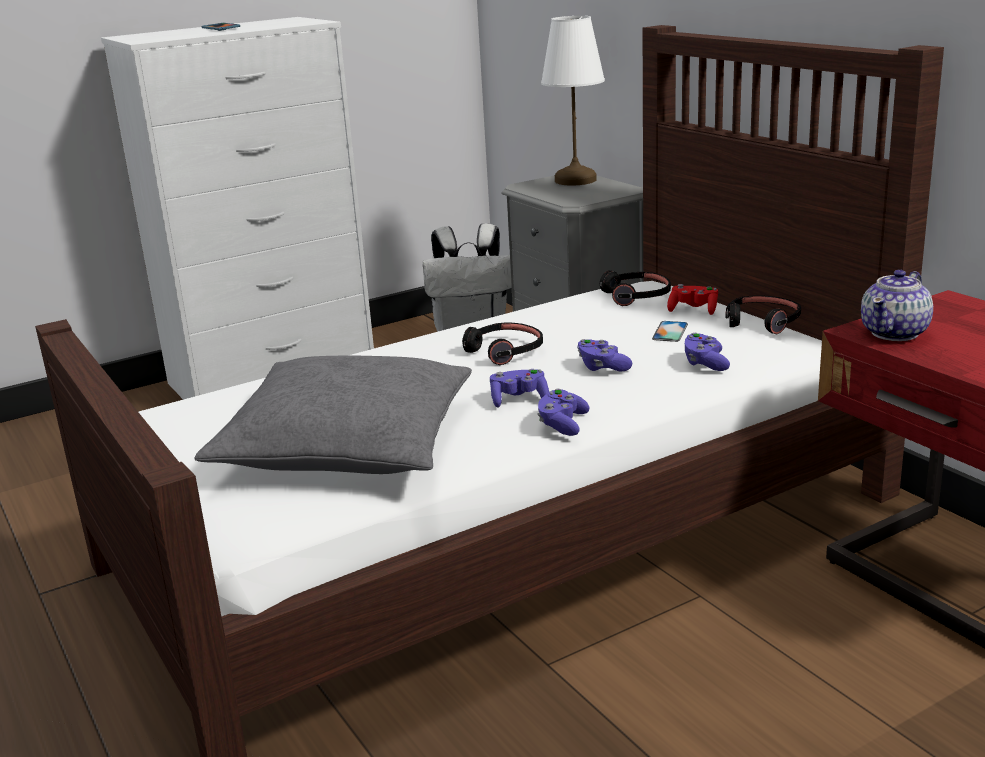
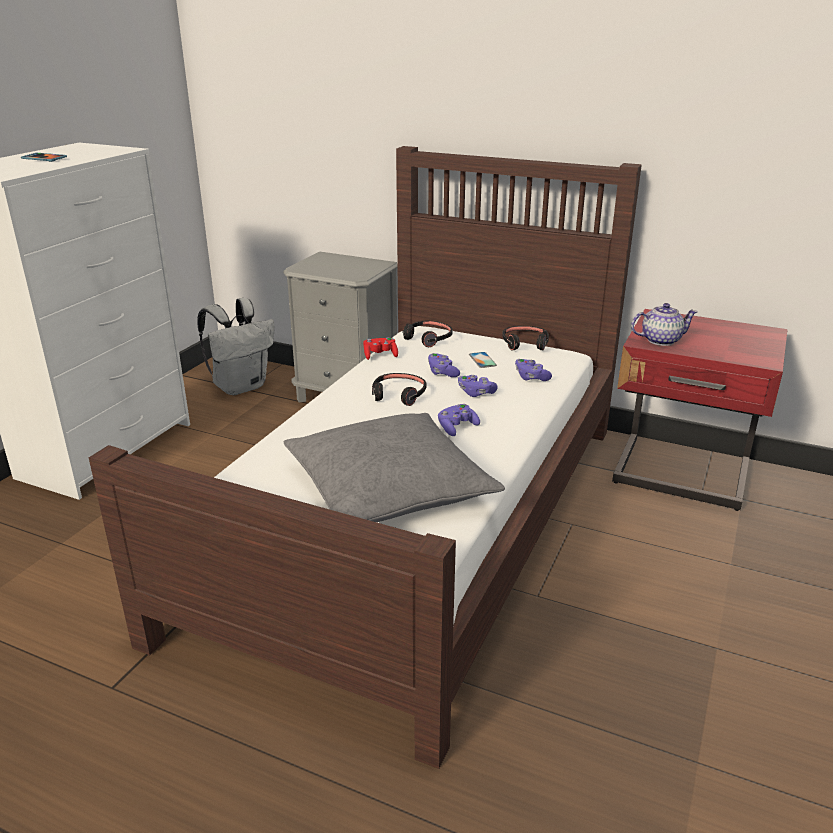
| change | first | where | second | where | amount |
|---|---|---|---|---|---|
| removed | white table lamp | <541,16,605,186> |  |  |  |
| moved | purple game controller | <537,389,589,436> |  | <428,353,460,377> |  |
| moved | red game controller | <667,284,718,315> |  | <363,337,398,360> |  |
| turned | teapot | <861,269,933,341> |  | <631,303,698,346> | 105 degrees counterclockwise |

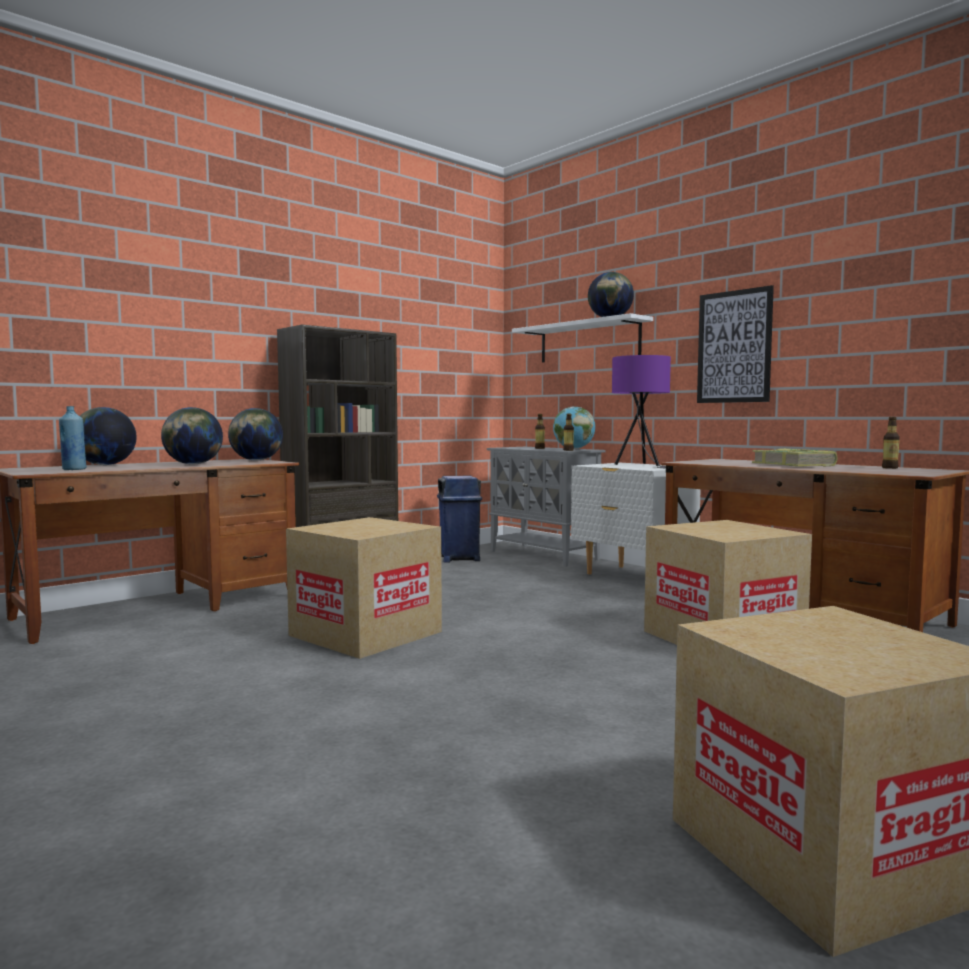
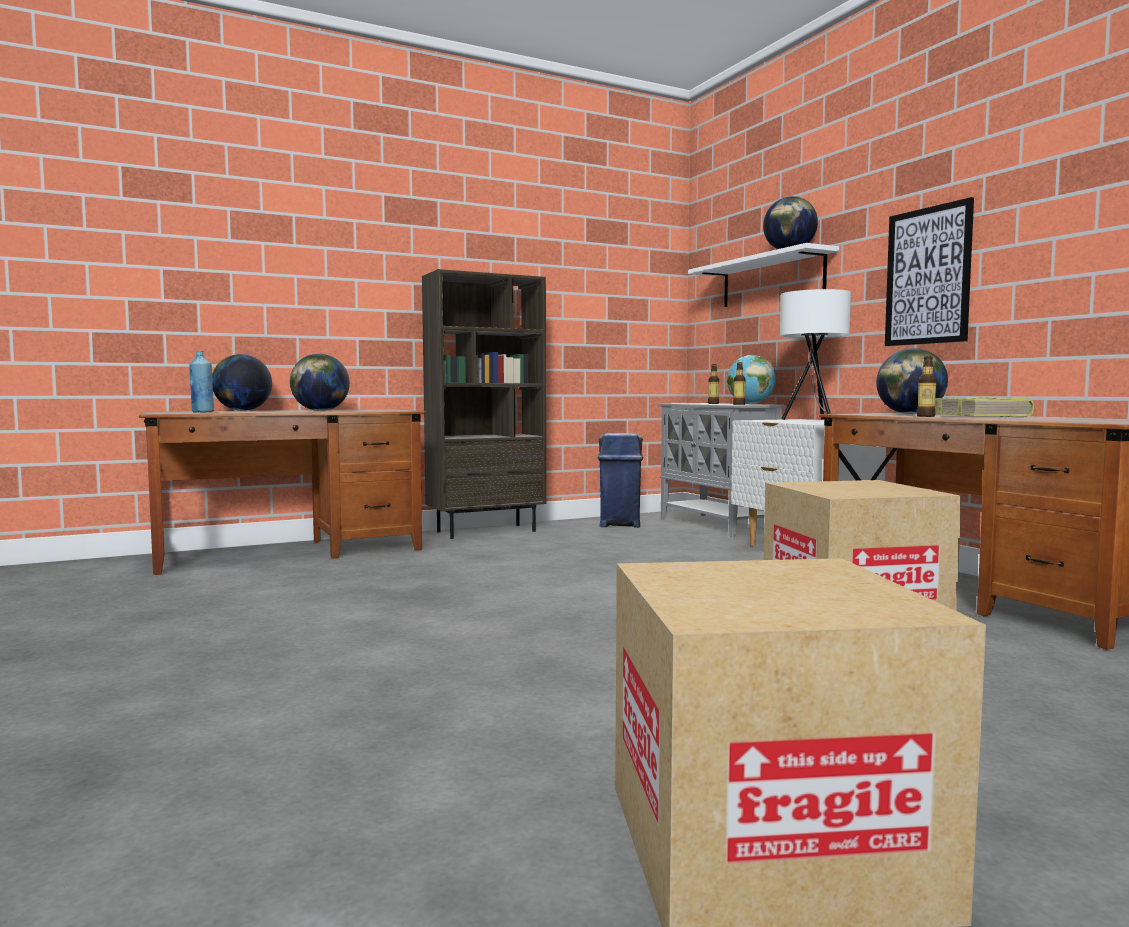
| change | first | where | second | where | amount |
|---|---|---|---|---|---|
| removed | cardboard box | <286,517,442,659> |  |  |  |
| moved | globe | <228,408,283,460> |  | <876,348,948,414> |  |
| moved | bottle | <882,417,900,469> |  | <917,356,936,417> |  |
| recoloured | purple table lamp | <612,355,671,468> | white table lamp | <780,289,851,420> |  |

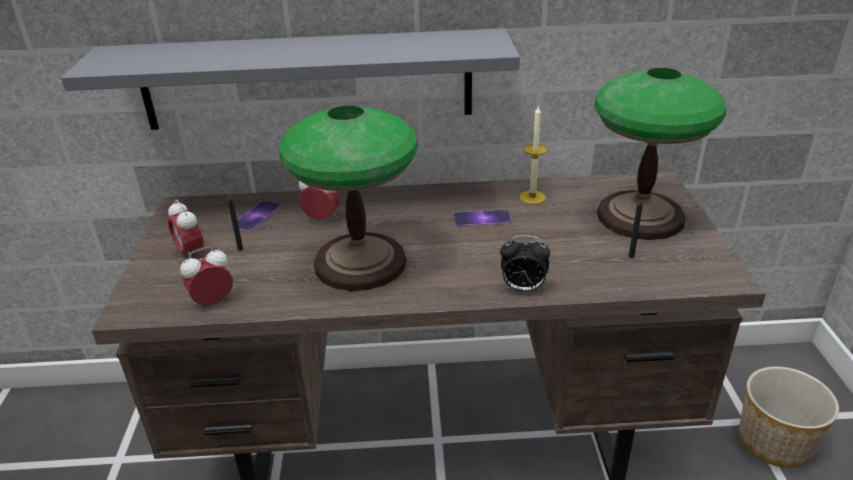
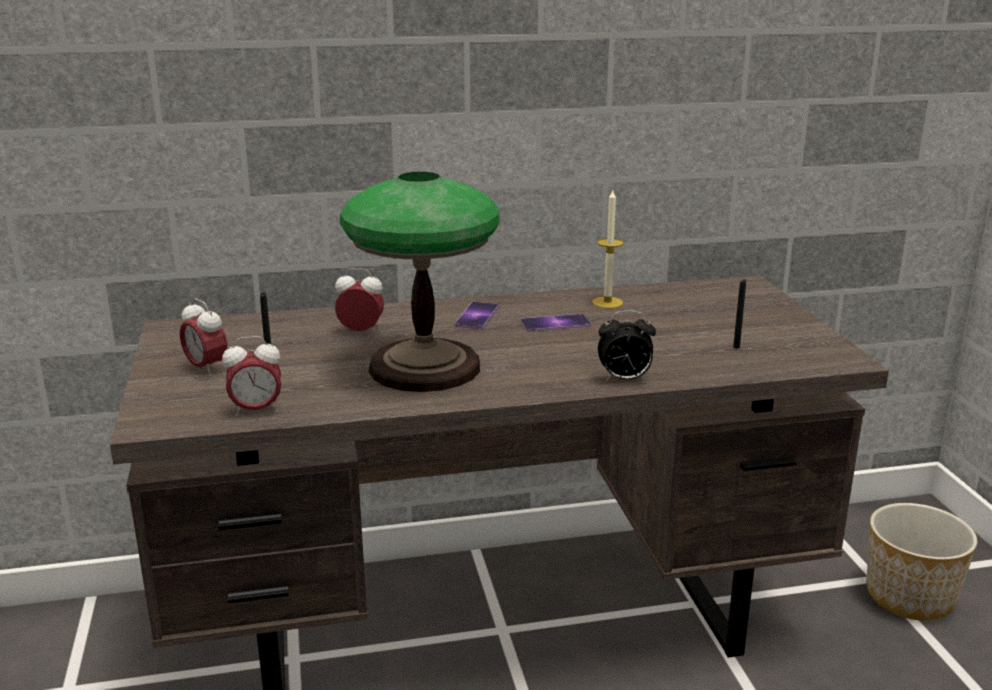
| change | first | where | second | where | amount |
|---|---|---|---|---|---|
| removed | grey shelf | <61,28,520,130> |  |  |  |
| removed | table lamp | <594,68,727,240> |  |  |  |
| moved | phone | <231,200,281,232> |  | <455,302,499,329> |  |
| turned | alarm clock | <180,247,233,305> |  | <222,336,281,416> | 150 degrees counterclockwise |

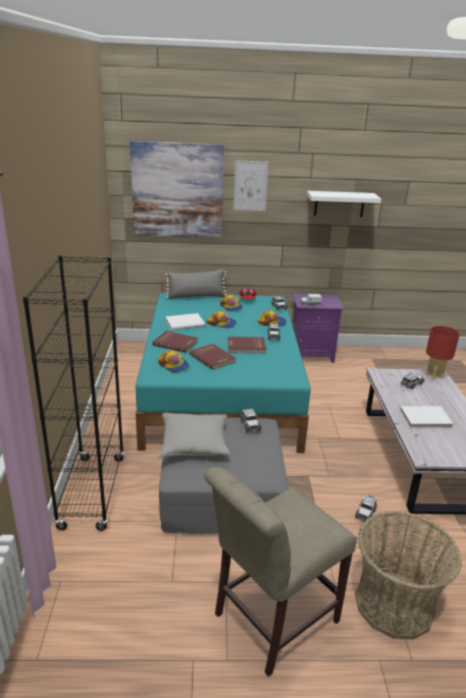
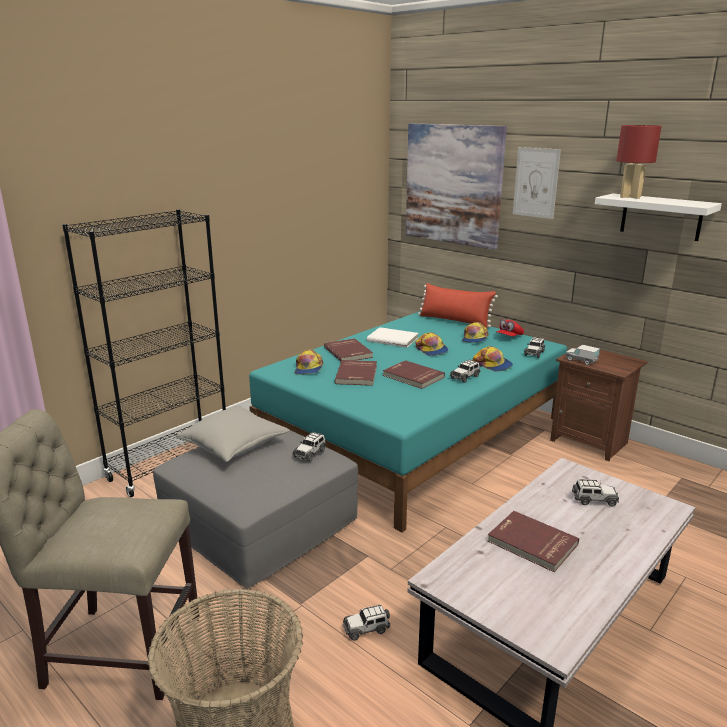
| change | first | where | second | where | amount |
|---|---|---|---|---|---|
| moved | red table lamp | <426,326,460,380> |  | <617,125,662,199> |  |
| recoloured | grey pillow | <165,269,227,299> | red pillow | <418,283,498,328> |  |
| recoloured | purple nightstand | <293,294,344,363> | brown nightstand | <550,345,647,462> |  |
| recoloured | white book | <400,406,453,428> | red book | <488,511,579,572> |  |

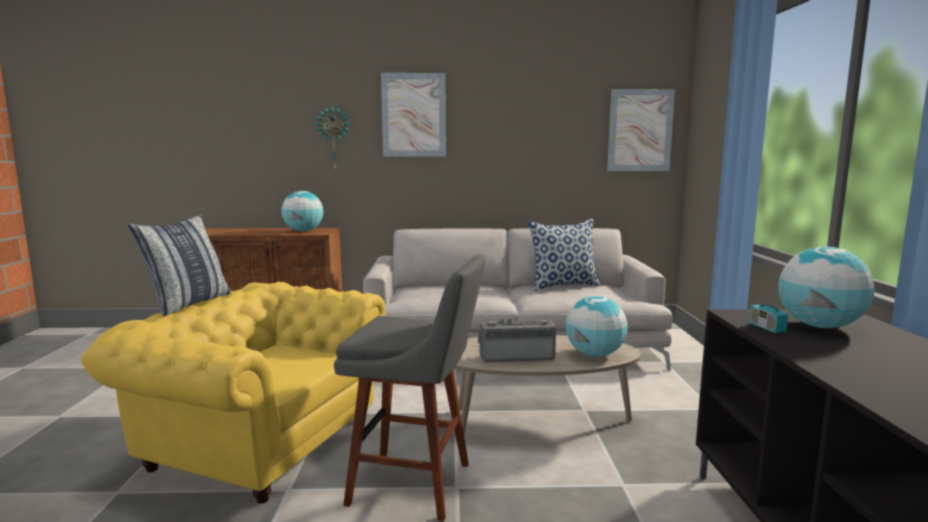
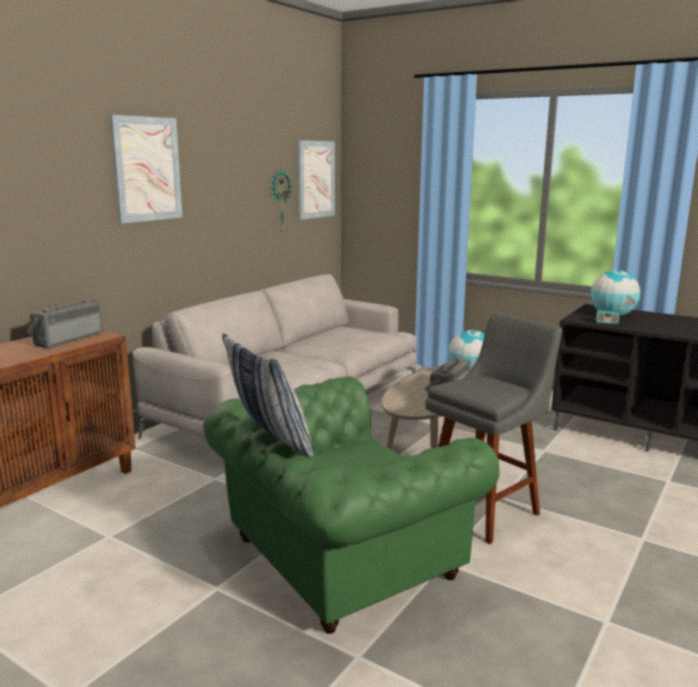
| change | first | where | second | where | amount |
|---|---|---|---|---|---|
| removed | pillow | <528,219,601,291> |  |  |  |
| moved | wall clock | <316,105,350,171> |  | <270,168,293,234> |  |
| replaced | globe | <282,191,323,231> | radio | <26,299,102,348> |  |
| recoloured | yellow armchair | <81,282,385,504> | green armchair | <203,376,500,634> |  |

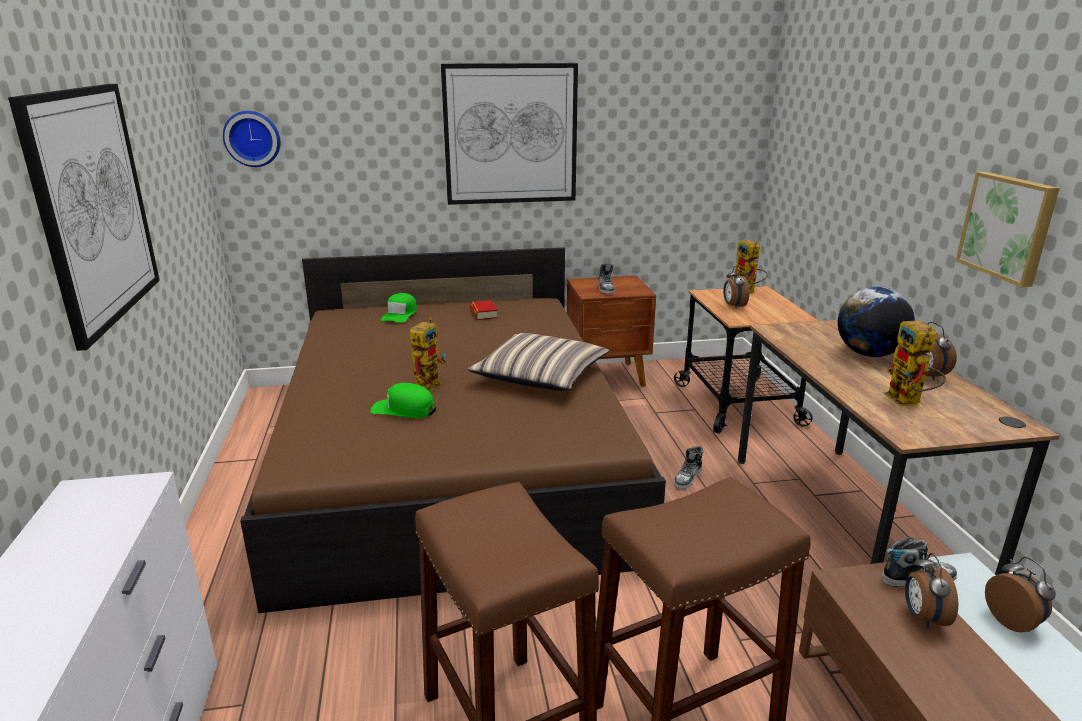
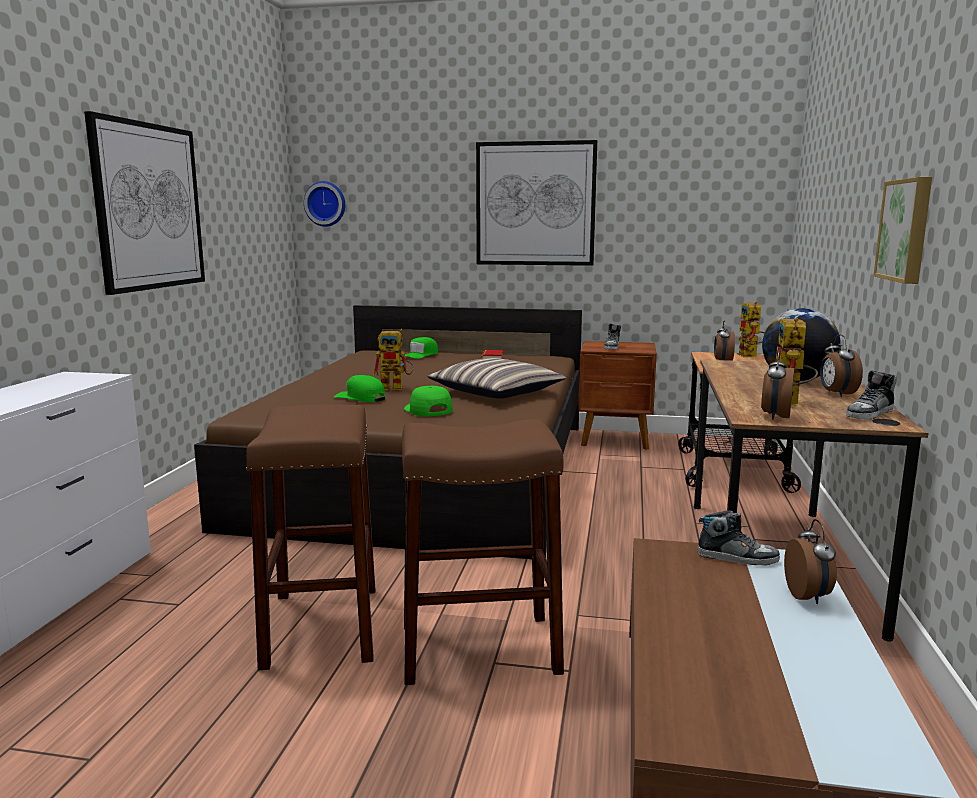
| change | first | where | second | where | amount |
|---|---|---|---|---|---|
| added |  |  | green cap | <404,386,452,417> |  |
| moved | shoe | <674,446,703,489> |  | <846,370,897,420> |  |
| moved | alarm clock | <905,553,958,629> |  | <761,350,794,420> |  |
| turned | toy robot | <410,318,446,392> |  | <373,329,414,391> | 45 degrees clockwise |

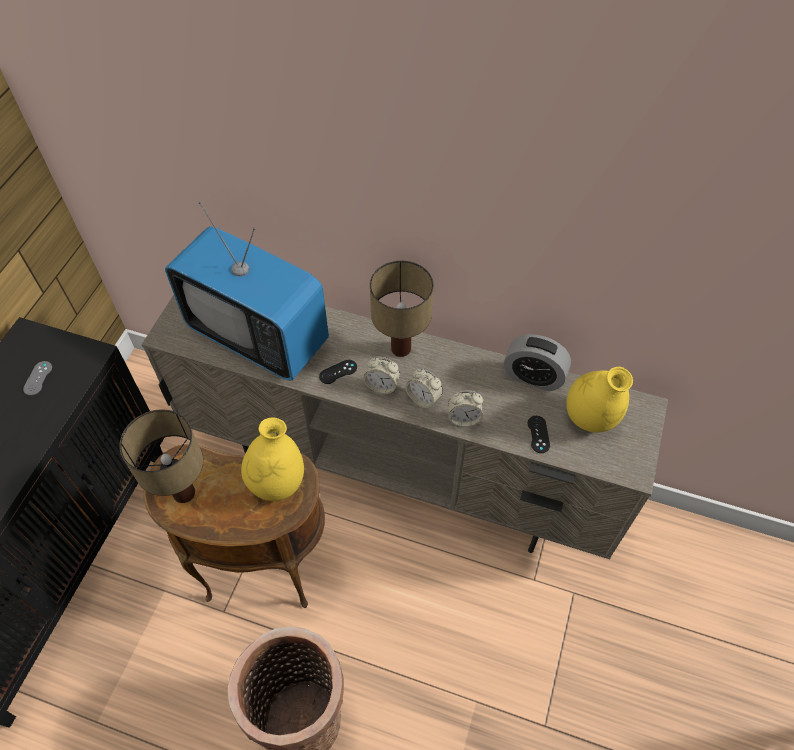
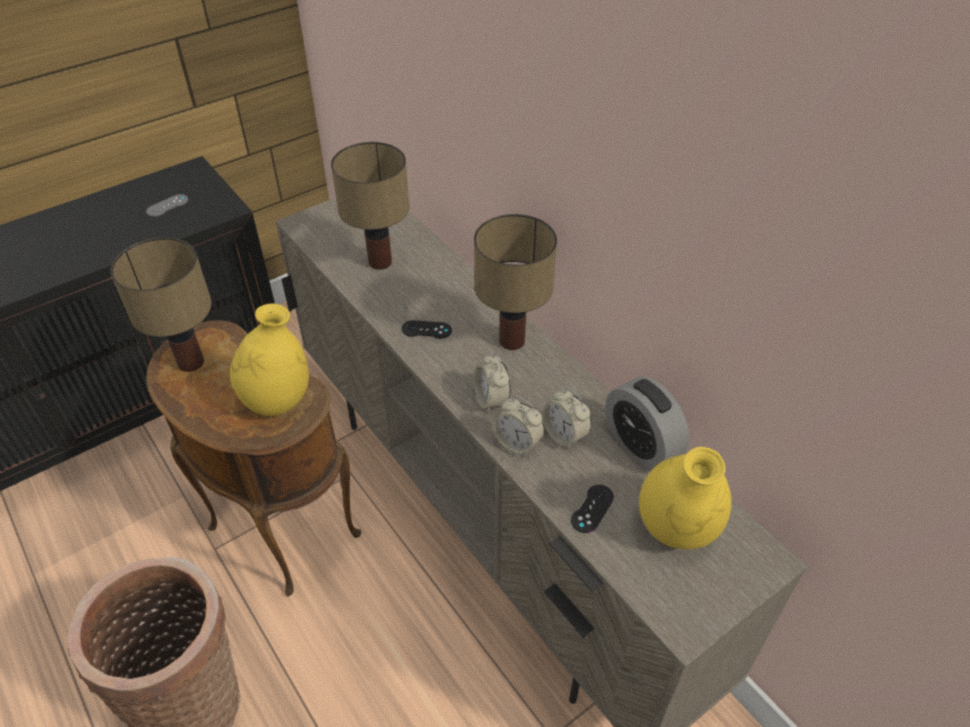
| change | first | where | second | where | amount |
|---|---|---|---|---|---|
| moved | alarm clock | <363,356,400,394> |  | <542,388,591,450> |  |
| replaced | television | <165,202,329,380> | table lamp | <331,142,409,270> |  |

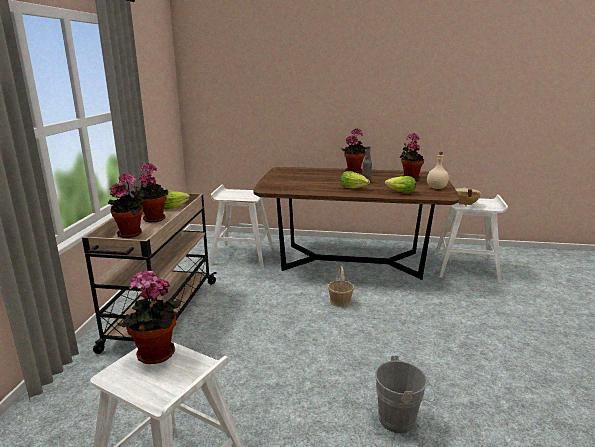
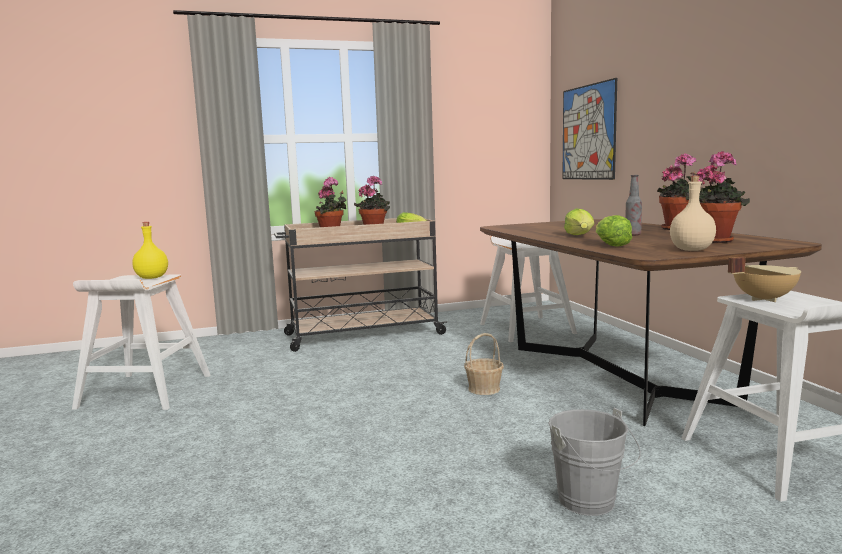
| change | first | where | second | where | amount |
|---|---|---|---|---|---|
| added |  |  | picture | <562,78,617,180> |  |
| moved | grey bucket | <375,356,435,434> |  | <548,408,641,516> |  |
| replaced | potted plant | <117,271,181,364> | yellow bottle | <132,222,168,279> |  |

